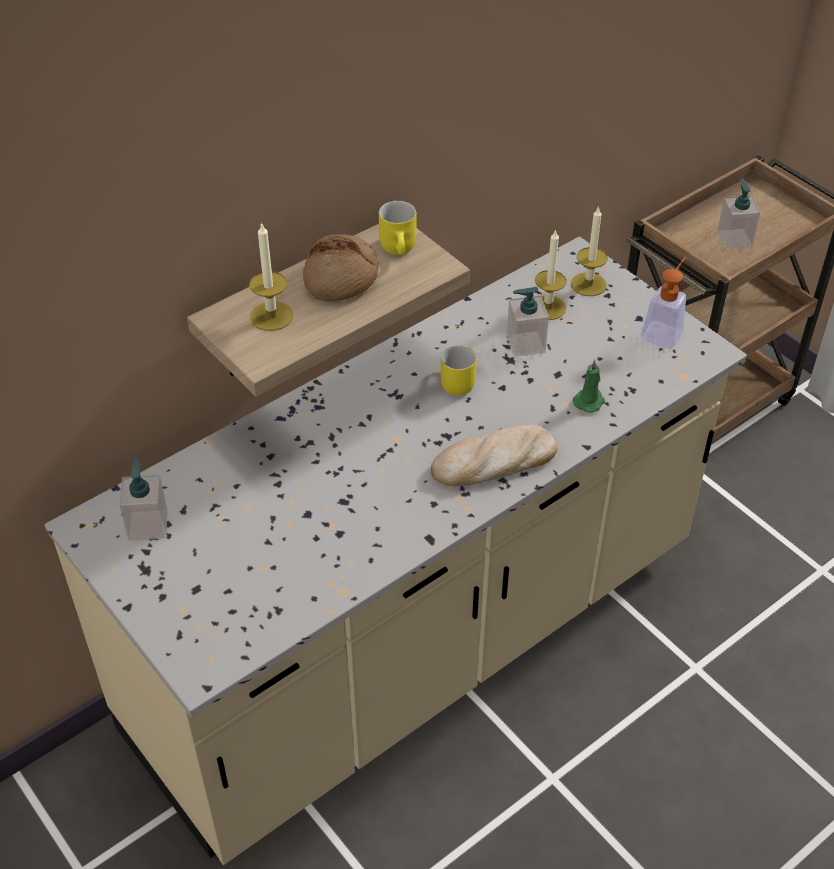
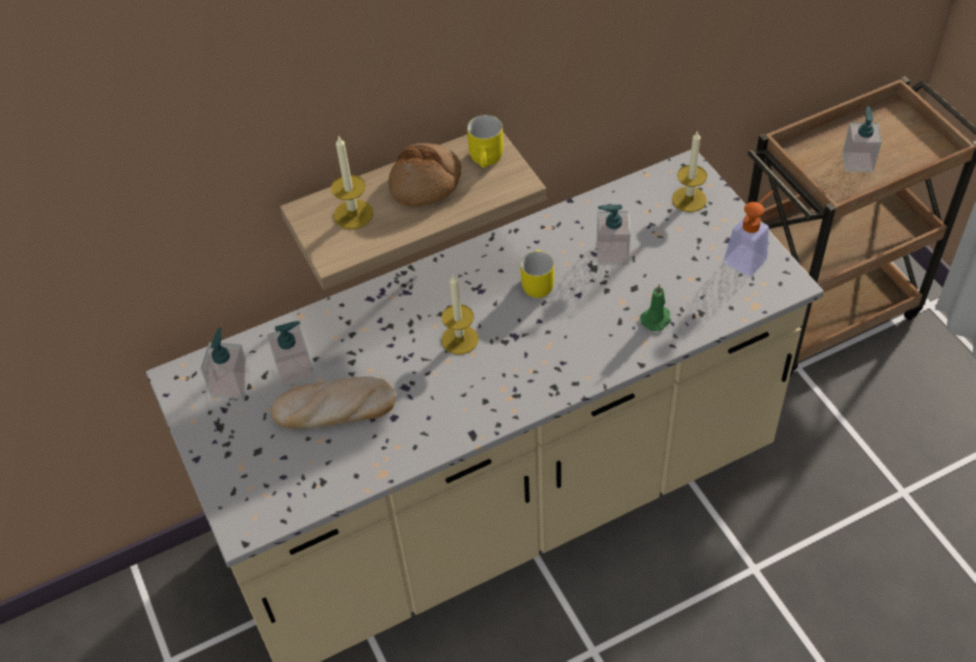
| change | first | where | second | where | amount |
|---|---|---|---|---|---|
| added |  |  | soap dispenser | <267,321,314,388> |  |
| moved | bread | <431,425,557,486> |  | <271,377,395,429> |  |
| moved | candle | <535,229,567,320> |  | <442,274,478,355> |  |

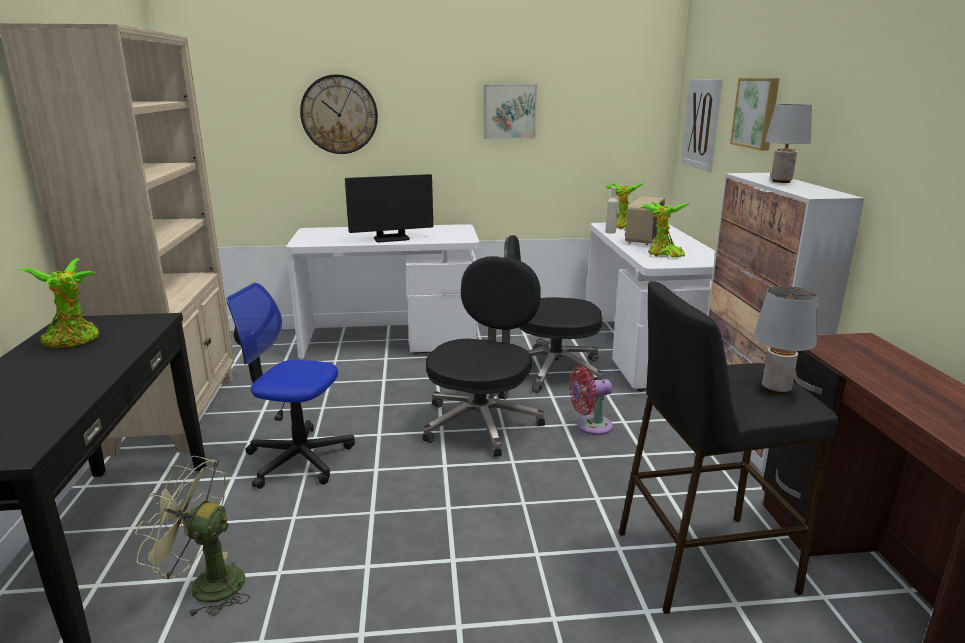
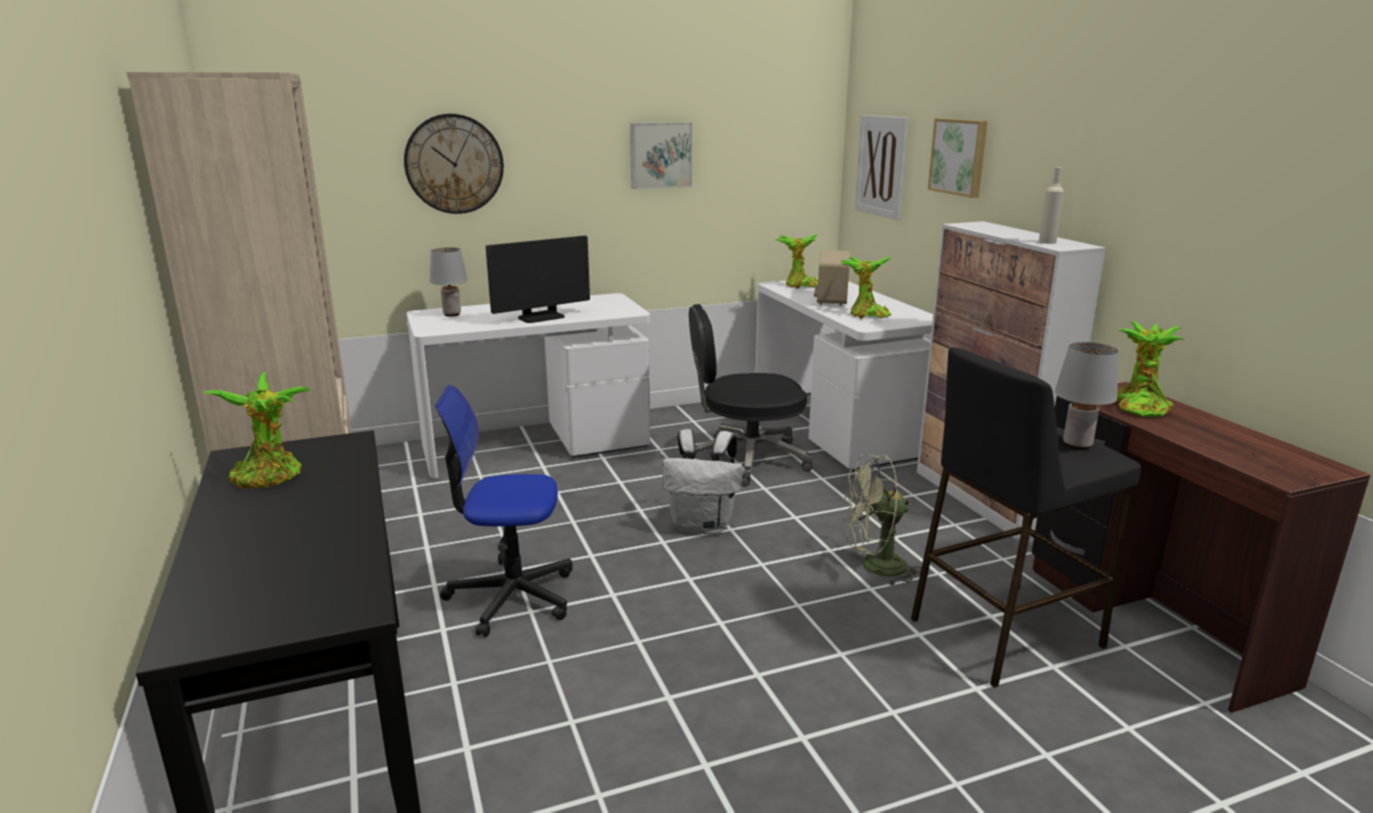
| change | first | where | second | where | amount |
|---|---|---|---|---|---|
| removed | red fan | <569,366,613,435> |  |  |  |
| added |  |  | potted plant | <1117,321,1185,417> |  |
| moved | green fan | <135,456,250,617> |  | <842,454,921,586> |  |
| moved | beige bottle | <605,187,618,234> |  | <1039,167,1064,244> |  |
| moved | grey table lamp | <765,104,812,183> |  | <430,247,468,317> |  |
| replaced | black office chair | <422,256,545,457> | white backpack | <662,429,743,535> |  |

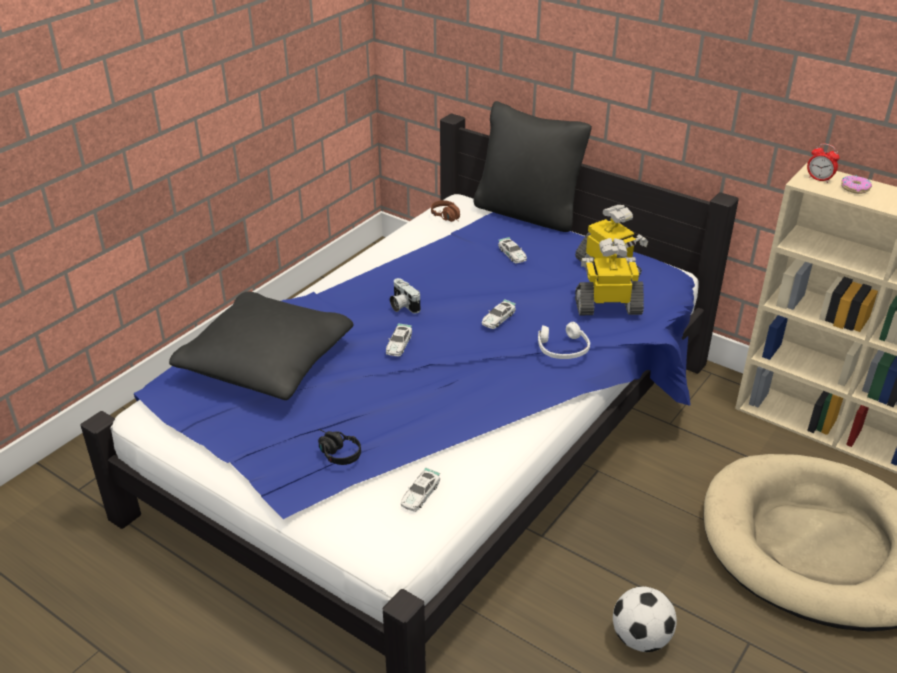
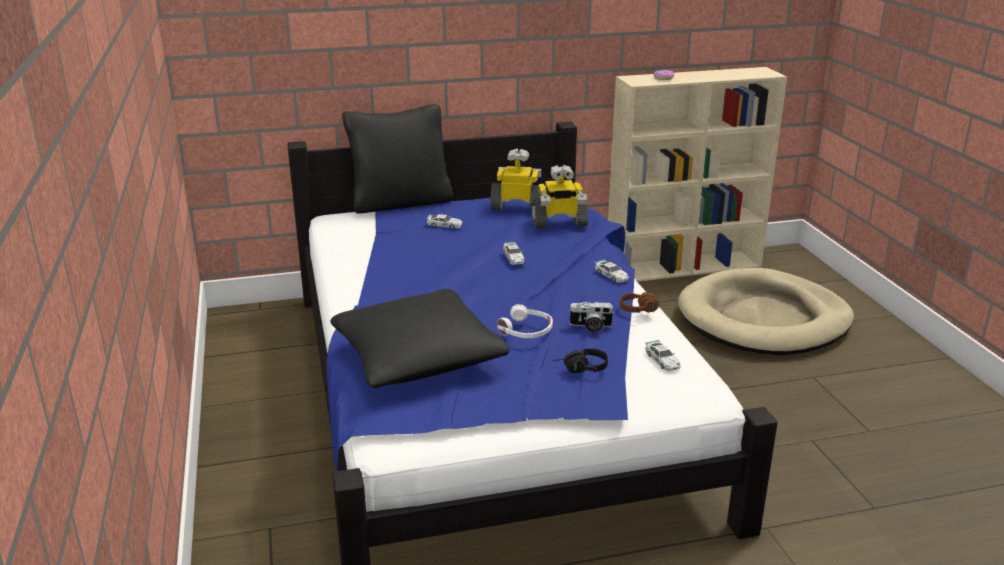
| change | first | where | second | where | amount |
|---|---|---|---|---|---|
| removed | football | <613,586,677,652> |  |  |  |
| removed | alarm clock | <807,143,840,183> |  |  |  |
| moved | toy car | <386,323,412,356> |  | <595,259,629,283> |  |
| moved | photo camera | <390,278,420,314> |  | <569,302,613,333> |  |
| moved | brown headphones | <431,200,460,222> |  | <620,292,669,313> |  |
| moved | white headphones | <538,321,590,359> |  | <497,304,553,338> |  |
| turned | toy robot | <575,238,644,315> |  | <532,165,588,228> | 135 degrees counterclockwise |

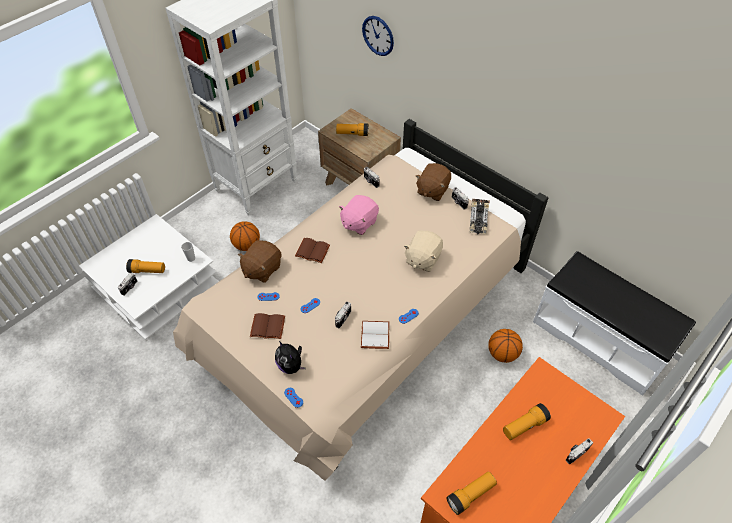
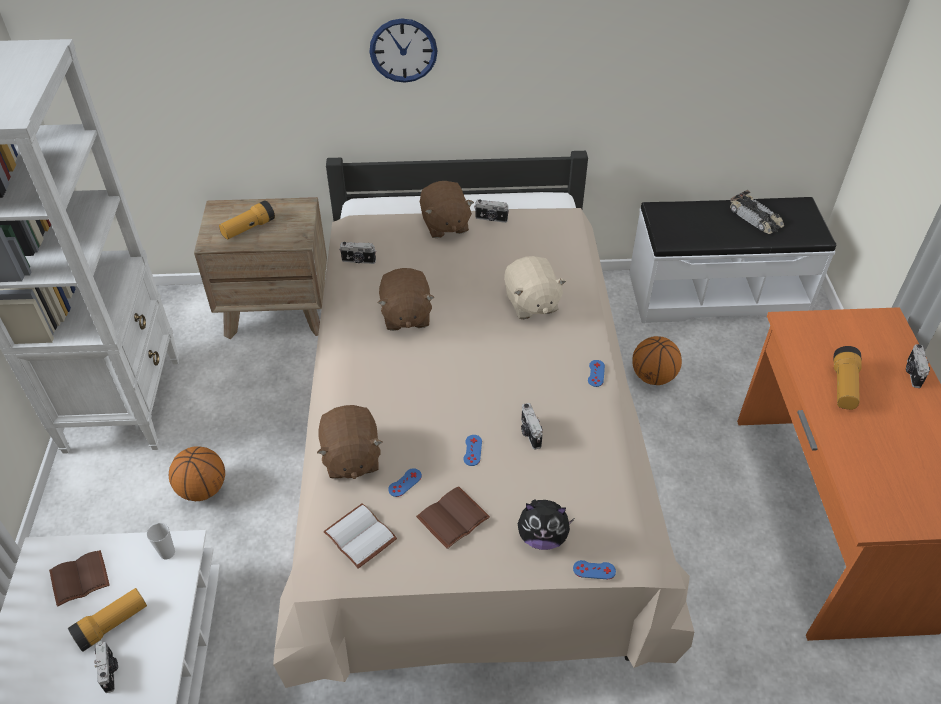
| change | first | where | second | where | amount |
|---|---|---|---|---|---|
| removed | flashlight | <446,471,497,515> |  |  |  |
| moved | brown book | <295,238,330,263> |  | <49,550,110,607> |  |
| moved | white book | <361,321,389,349> |  | <323,503,397,569> |  |
| moved | wall clock | <362,16,394,56> |  | <370,18,437,83> |  |
| moved | toy car | <470,199,490,235> |  | <730,190,784,234> |  |
| recoloured | pink plush toy | <339,195,379,235> | brown plush toy | <378,268,435,331> |  |

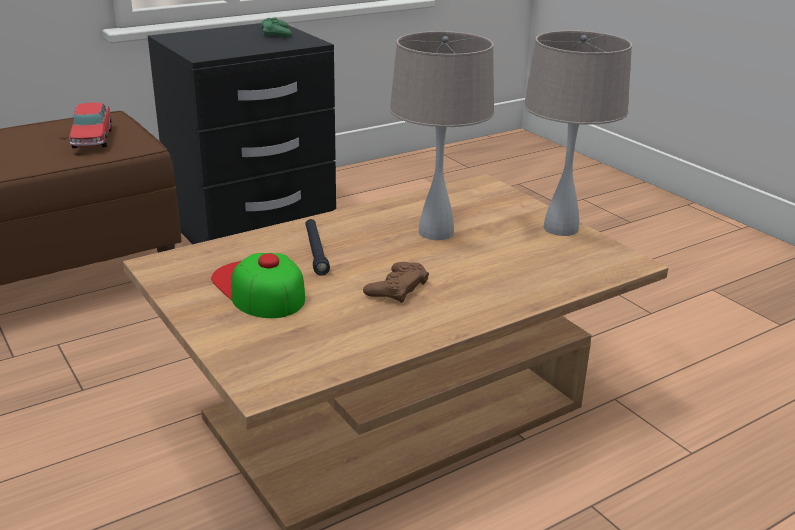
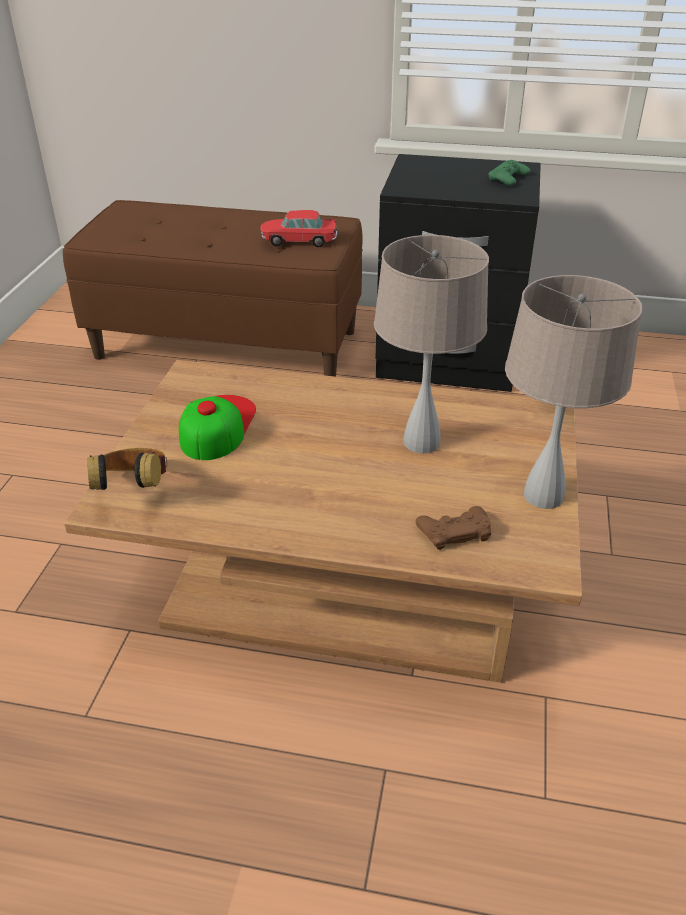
| change | first | where | second | where | amount |
|---|---|---|---|---|---|
| removed | black flashlight | <305,219,330,275> |  |  |  |
| added |  |  | headphones | <87,448,167,490> |  |
| moved | brown game controller | <363,262,429,303> |  | <416,506,491,550> |  |
| turned | toy car | <69,103,112,148> |  | <260,210,337,248> | 60 degrees clockwise |

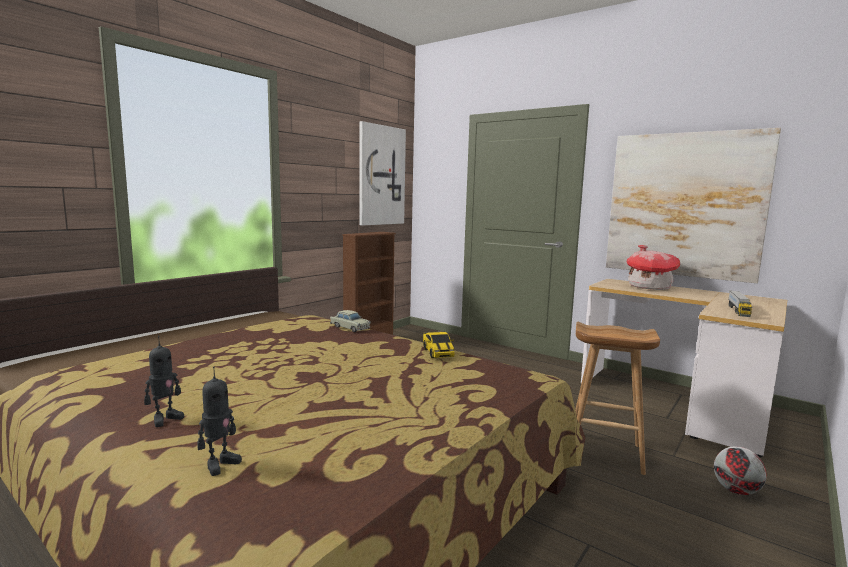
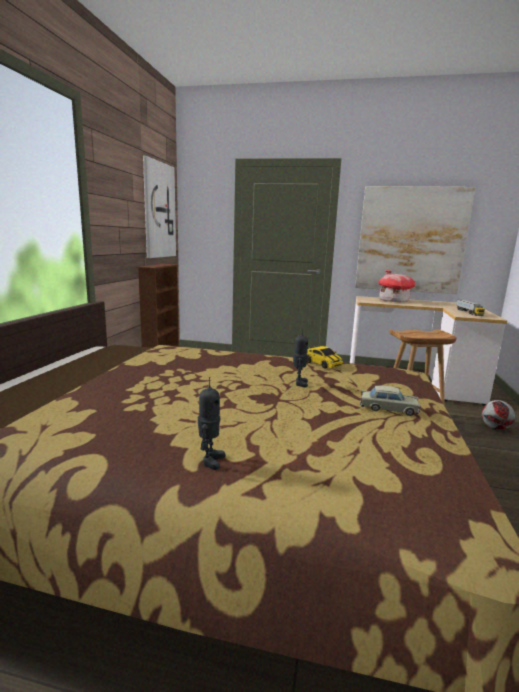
| change | first | where | second | where | amount |
|---|---|---|---|---|---|
| moved | toy robot | <197,366,242,476> |  | <293,328,308,388> |  |
| moved | beige toy car | <330,310,371,332> |  | <360,386,420,416> |  |

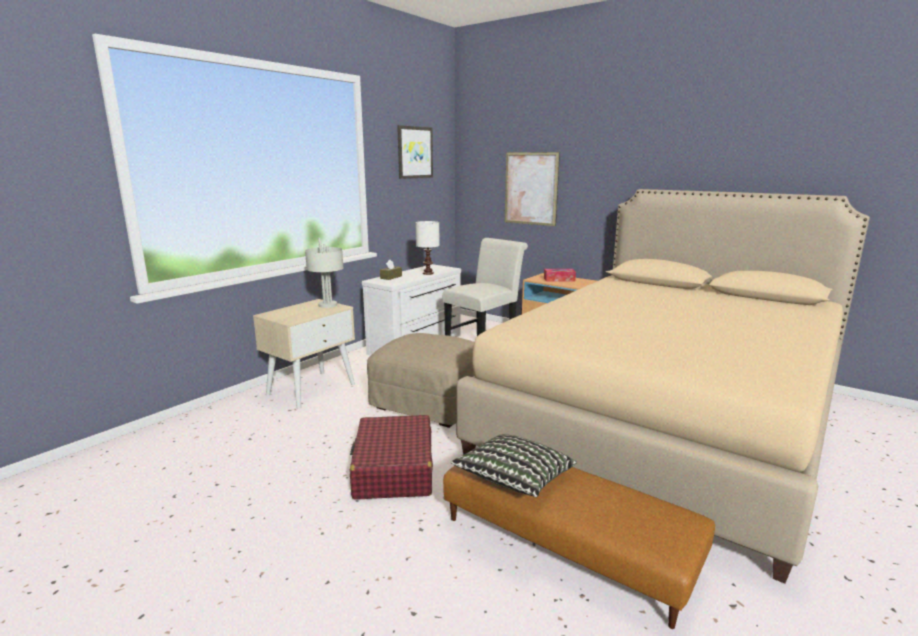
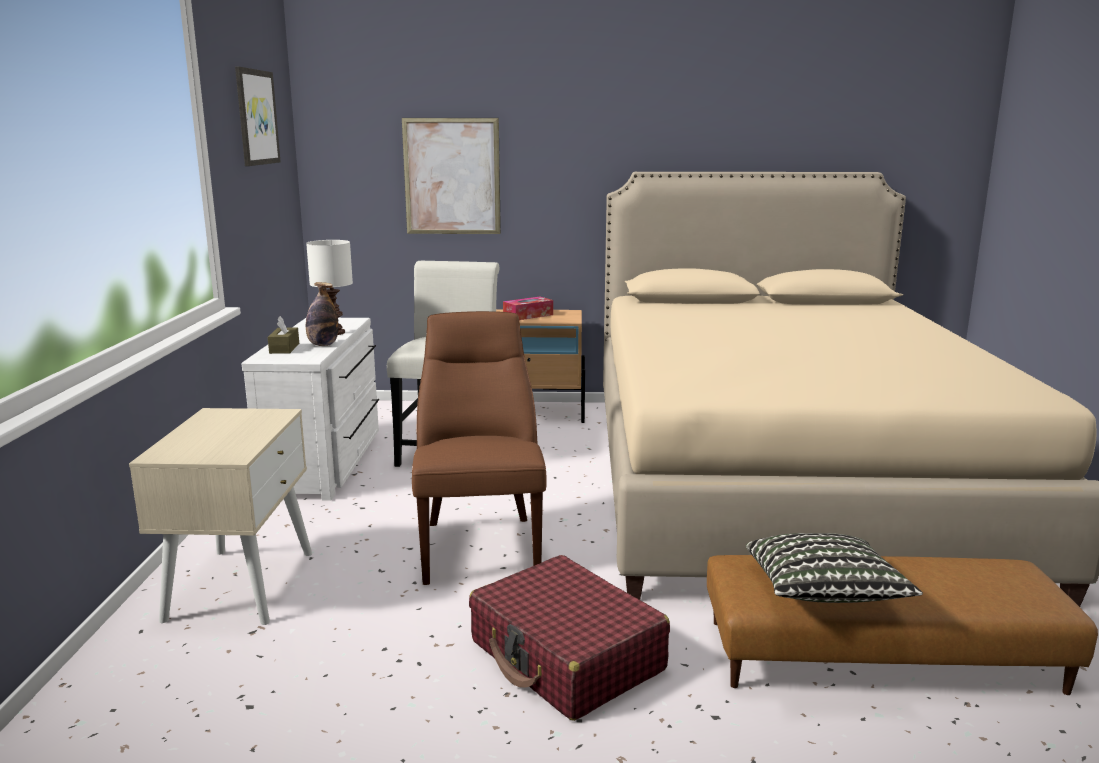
| change | first | where | second | where | amount |
|---|---|---|---|---|---|
| removed | grey table lamp | <305,238,344,308> |  |  |  |
| added |  |  | bottle | <306,282,339,346> |  |
| replaced | beige ottoman | <367,333,475,428> | brown chair | <412,311,547,585> |  |

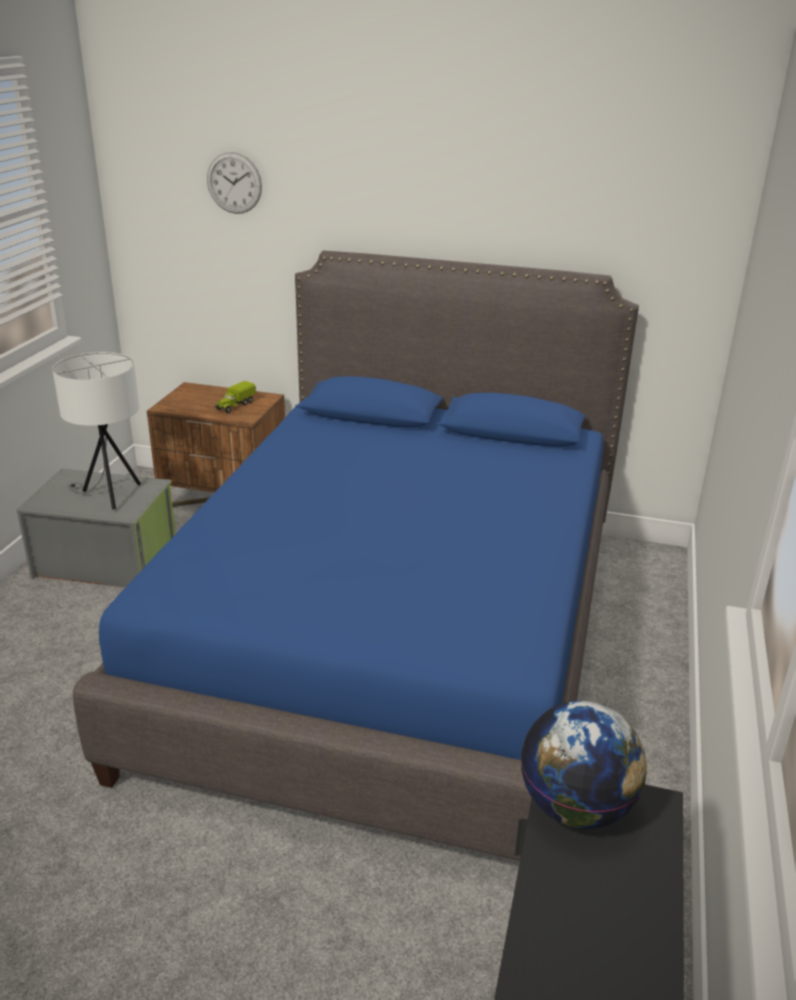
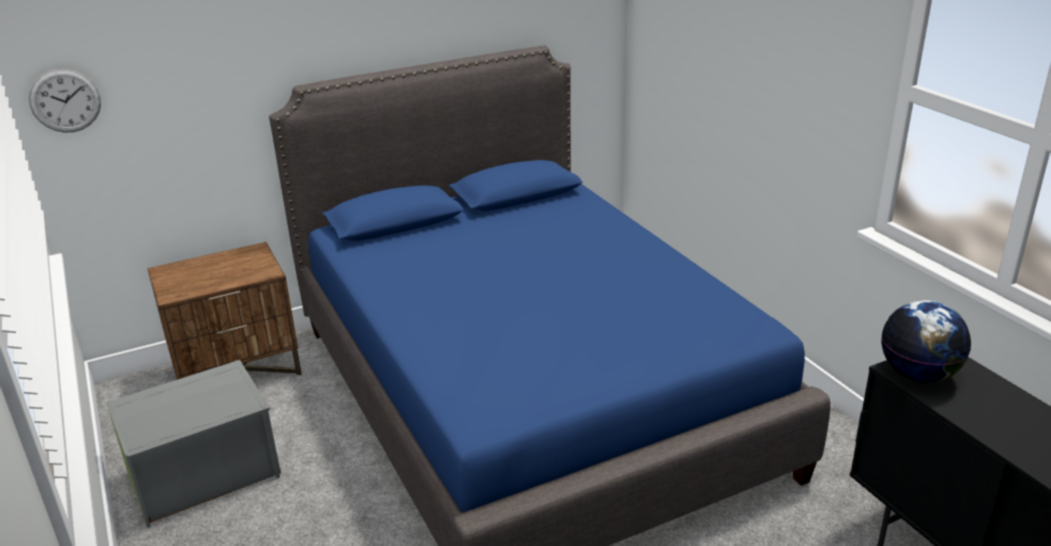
| change | first | where | second | where | amount |
|---|---|---|---|---|---|
| removed | white table lamp | <52,352,141,510> |  |  |  |
| removed | toy truck | <214,381,256,413> |  |  |  |
| moved | wall clock | <207,152,262,214> |  | <29,69,101,133> |  |

